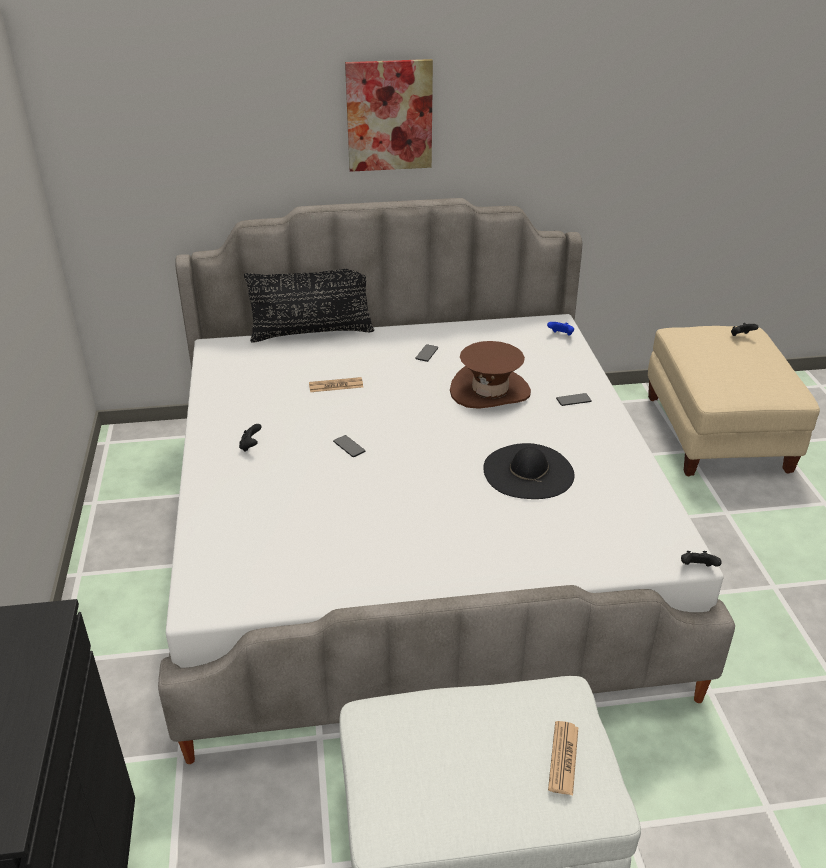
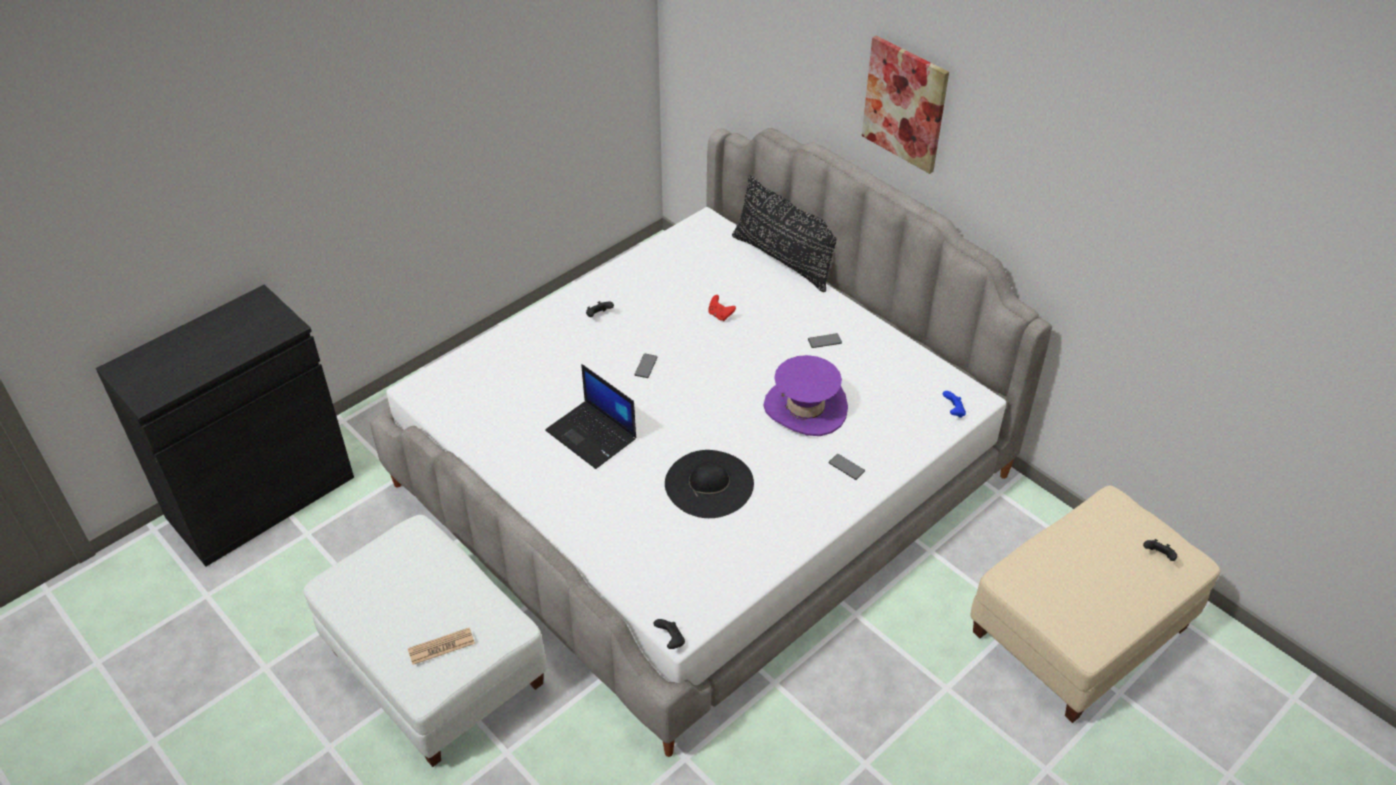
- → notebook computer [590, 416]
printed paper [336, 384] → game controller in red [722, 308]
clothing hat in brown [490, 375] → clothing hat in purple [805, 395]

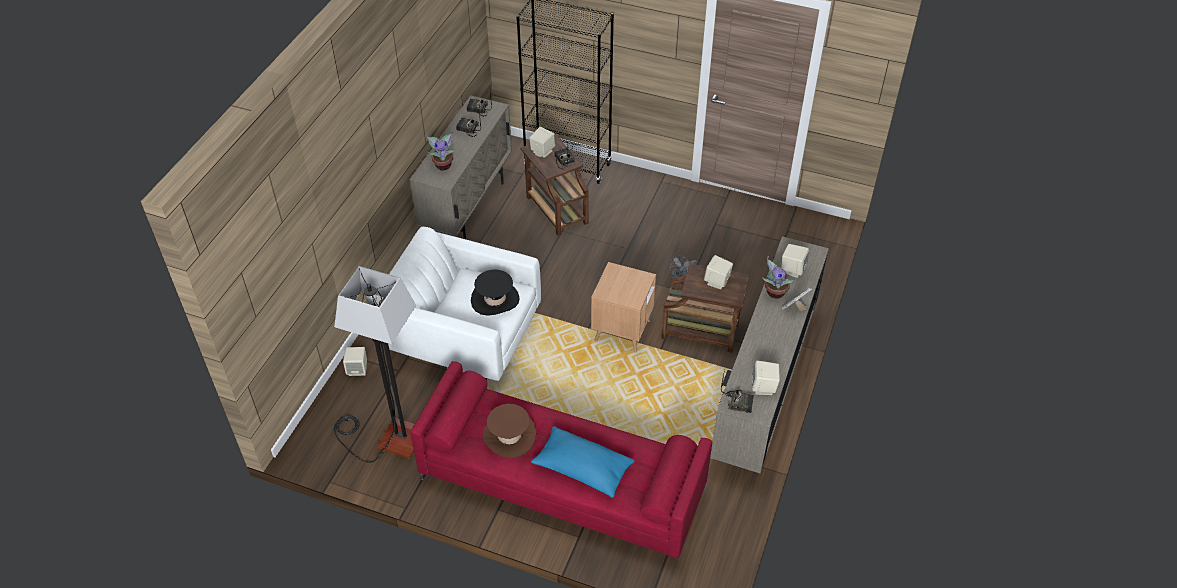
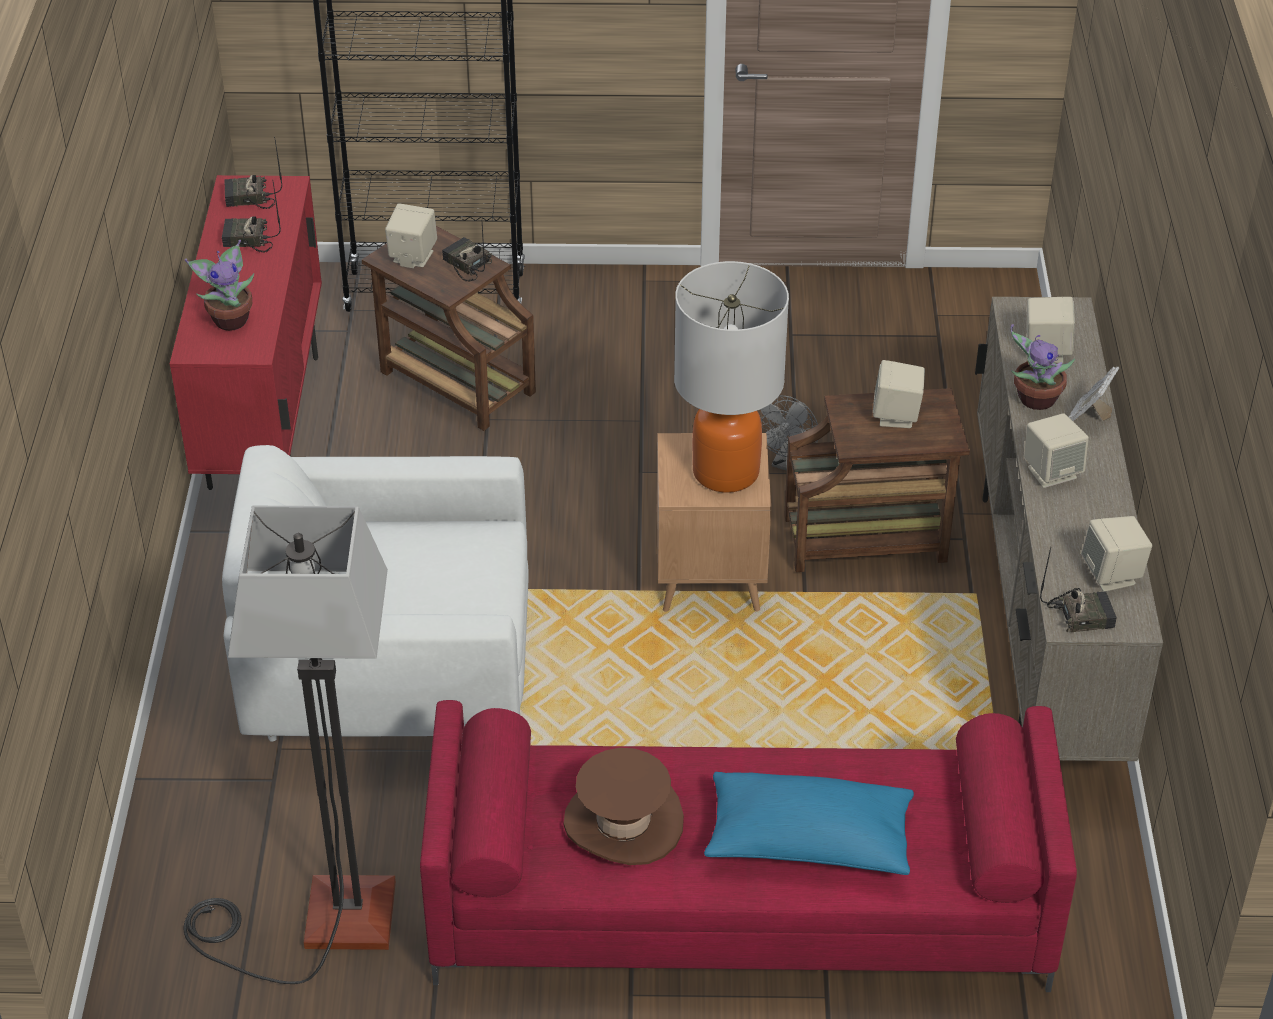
cabinet in beige-coloured [461, 167] → cabinet in red [246, 332]
- → table lamp [731, 377]
audio speaker in beige-coloured [355, 361] → audio speaker in beige-coloured [1056, 450], relocated
clothing hat in blackish [495, 292] → -

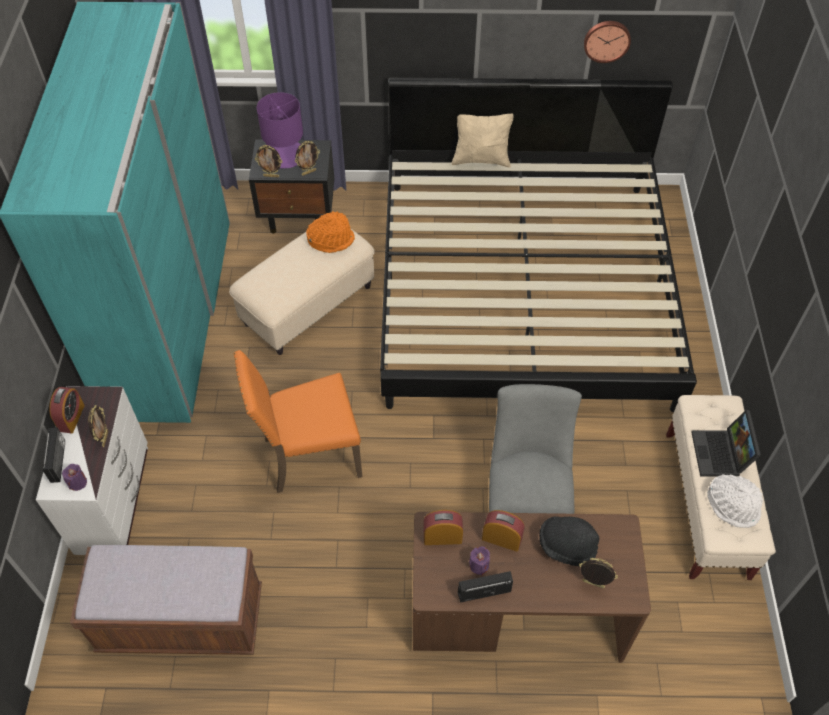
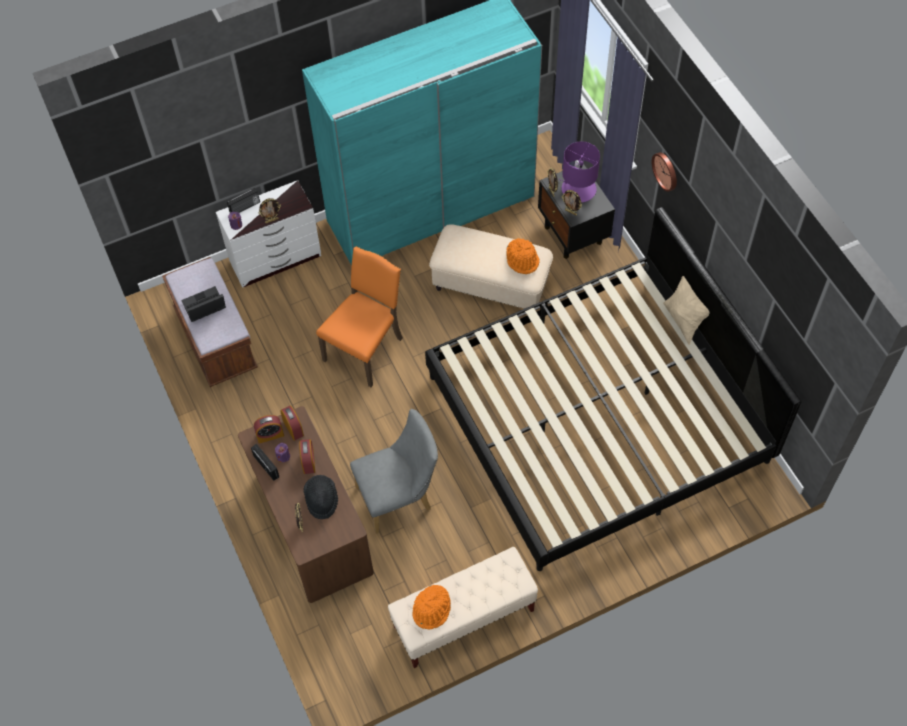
notebook computer [726, 443] → notebook computer [203, 304], relocated
table clock [67, 410] → table clock [269, 429], relocated
upright chair in orangey [297, 421] → upright chair in orangey [359, 316], 75 degrees clockwise
clothing hat in white [735, 501] → clothing hat in orangey [431, 607]
wall clock [607, 42] → wall clock [664, 172], relocated

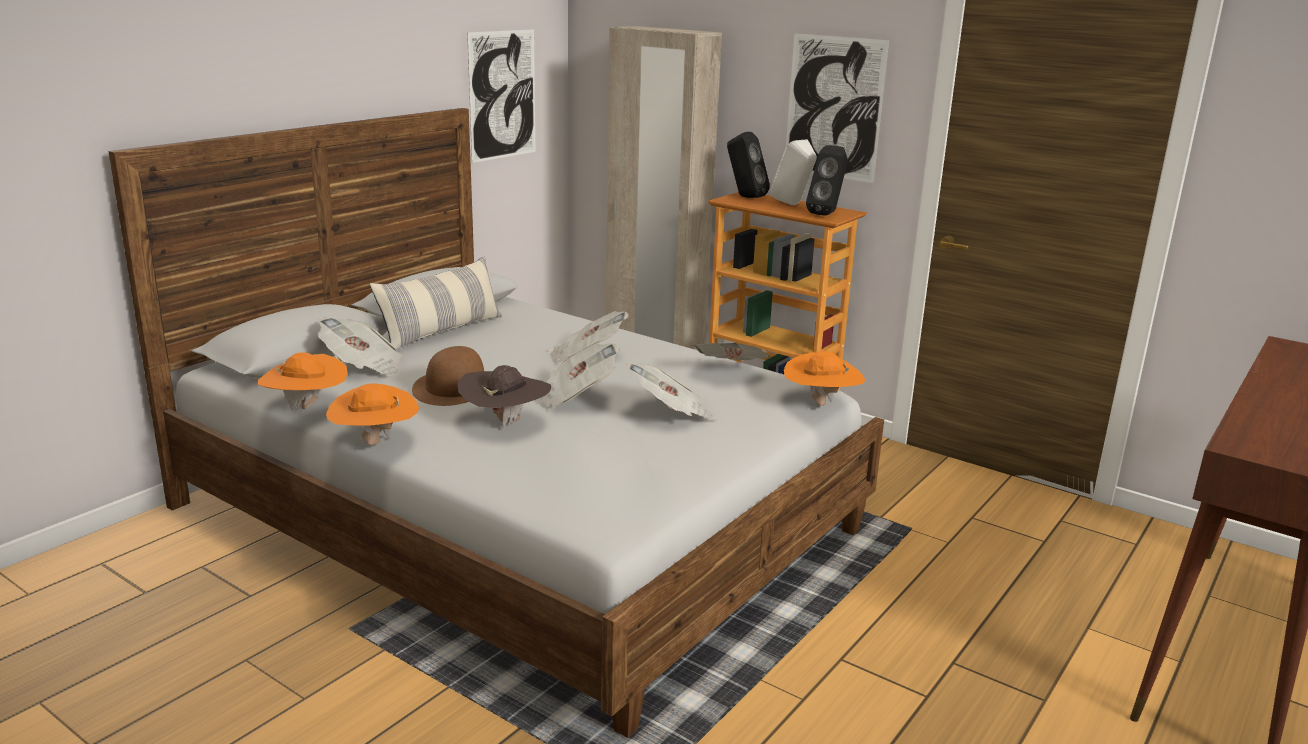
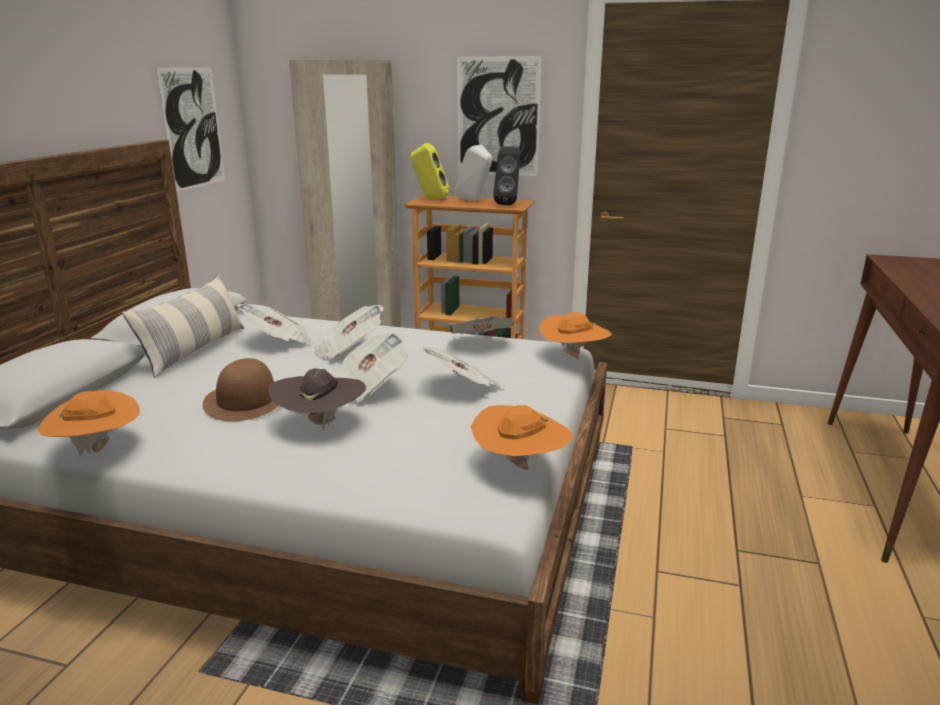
printed paper [360, 346] → printed paper [275, 324], relocated
audio speaker in blackish [748, 165] → audio speaker in yellow-coloured [430, 171]
clothing hat in orangey [372, 414] → clothing hat in orangey [522, 437], relocated

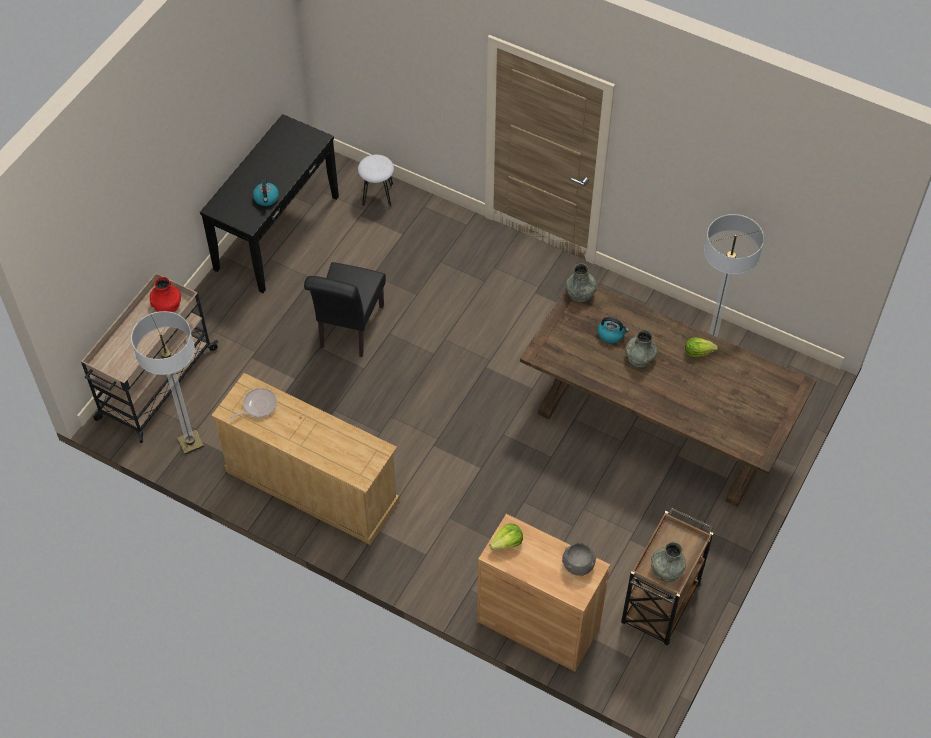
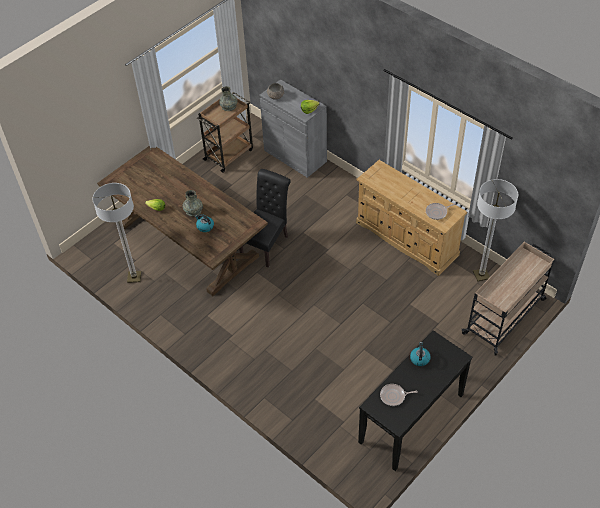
upright chair in blackish [345, 309] → upright chair in blackish [264, 218], relocated
cabinet in brown [543, 593] → cabinet in greyish [293, 128]
- → skillet [399, 395]
flower vase in red [165, 294] → -
sitting stool in white [376, 181] → -
flower vase in greyish [581, 282] → -

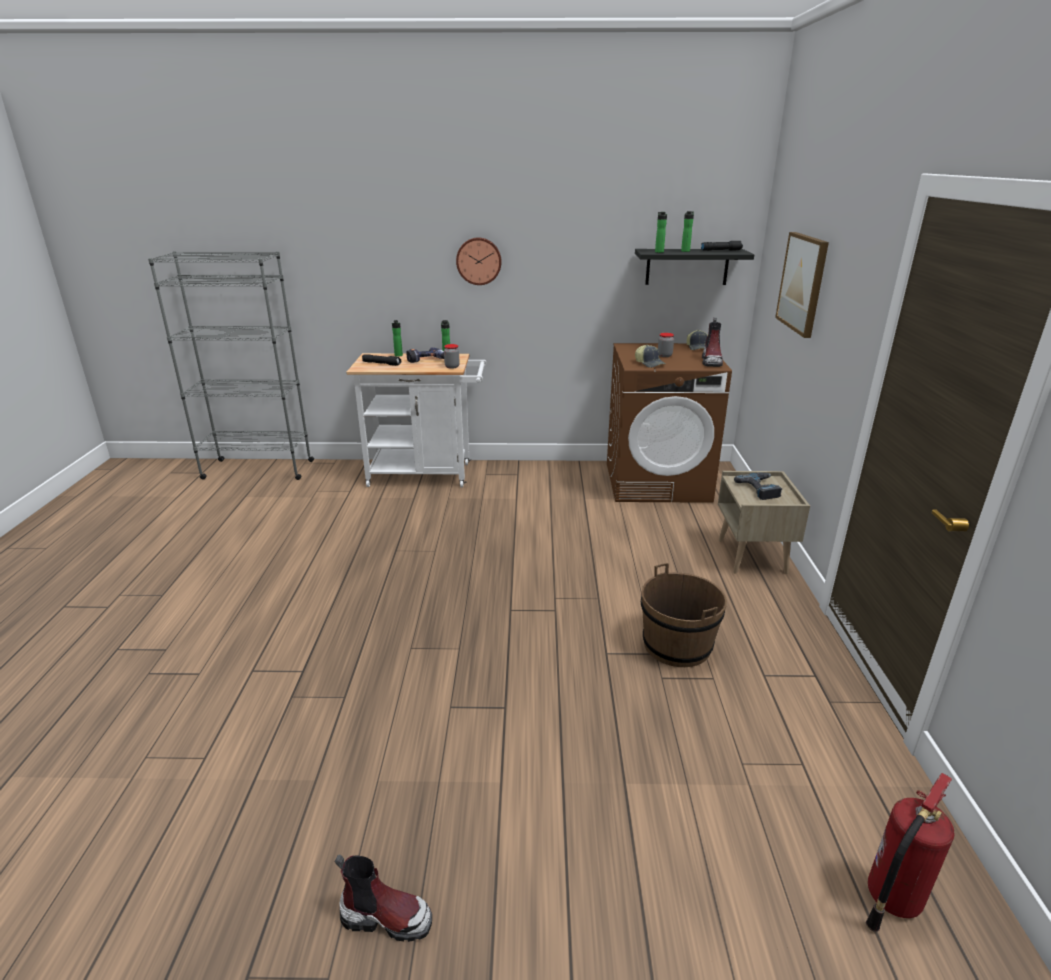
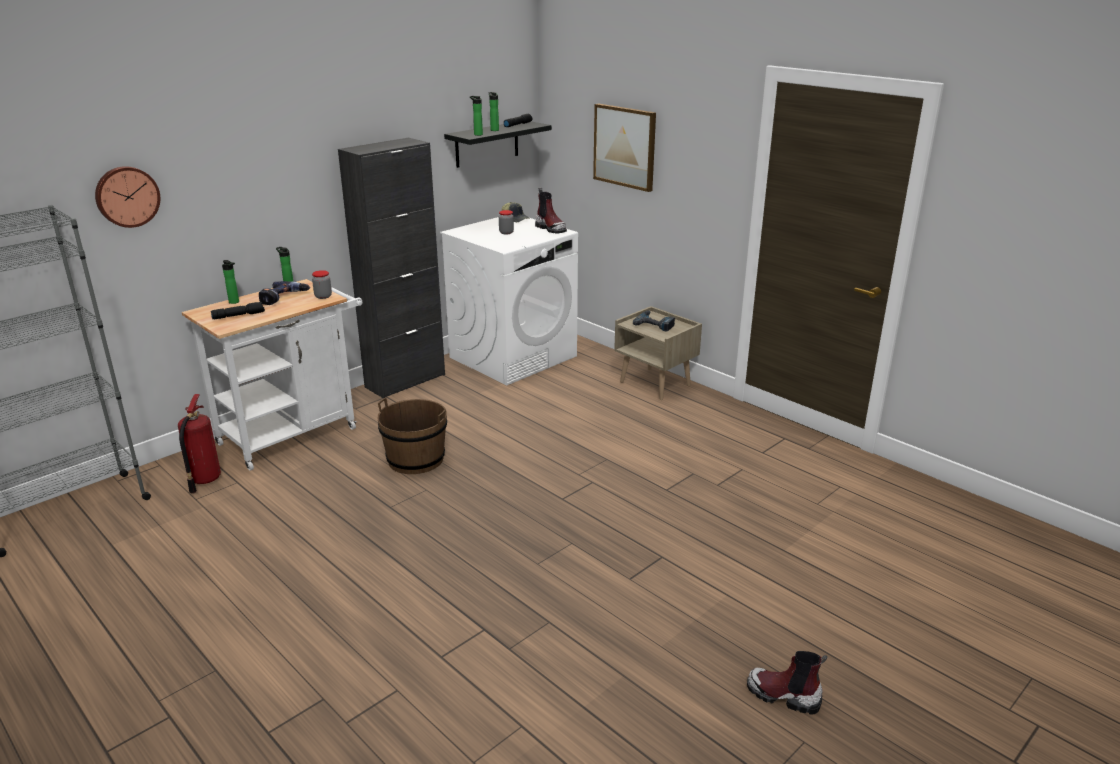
wall clock [479, 261] → wall clock [127, 197], relocated
fire extinguisher [910, 852] → fire extinguisher [199, 444], relocated
- → cabinet in blackish [391, 268]
pail in brown [684, 615] → pail in brown [412, 436], relocated
laundry appliance in brown [669, 423] → laundry appliance in white [509, 301]
boot [383, 898] → boot [787, 683], 120 degrees counterclockwise
baseball cap [650, 356] → -

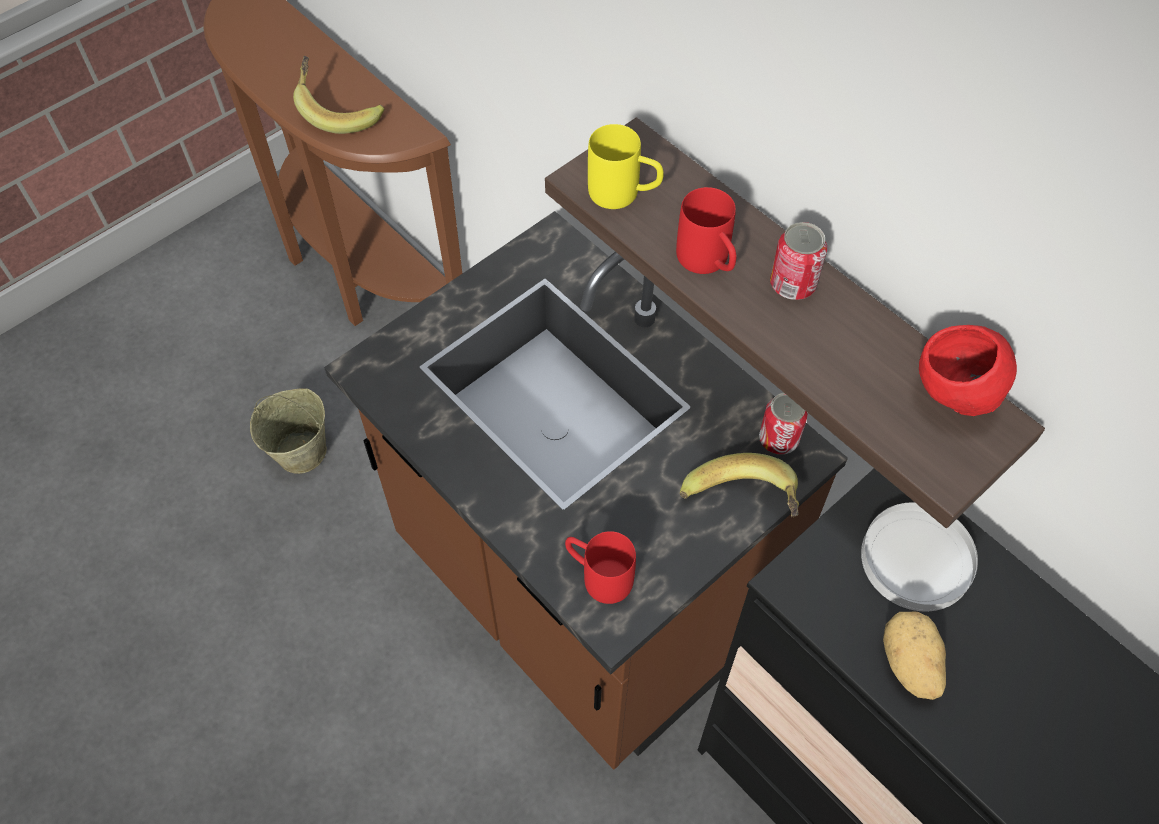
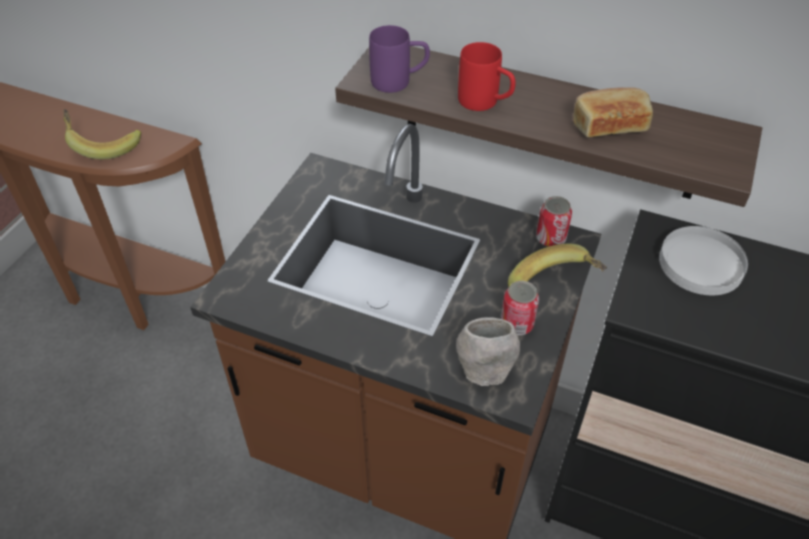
coffee mug in yellow-coloured [626, 166] → coffee mug in purple [399, 59]
coffee mug in red [600, 567] → serving bowl in greyish [488, 352]
can [798, 261] → can [520, 308], relocated
- → baked bread [613, 112]
pail in beige-coloured [288, 431] → -
whole potato [914, 656] → -
serving bowl in red [968, 370] → -

